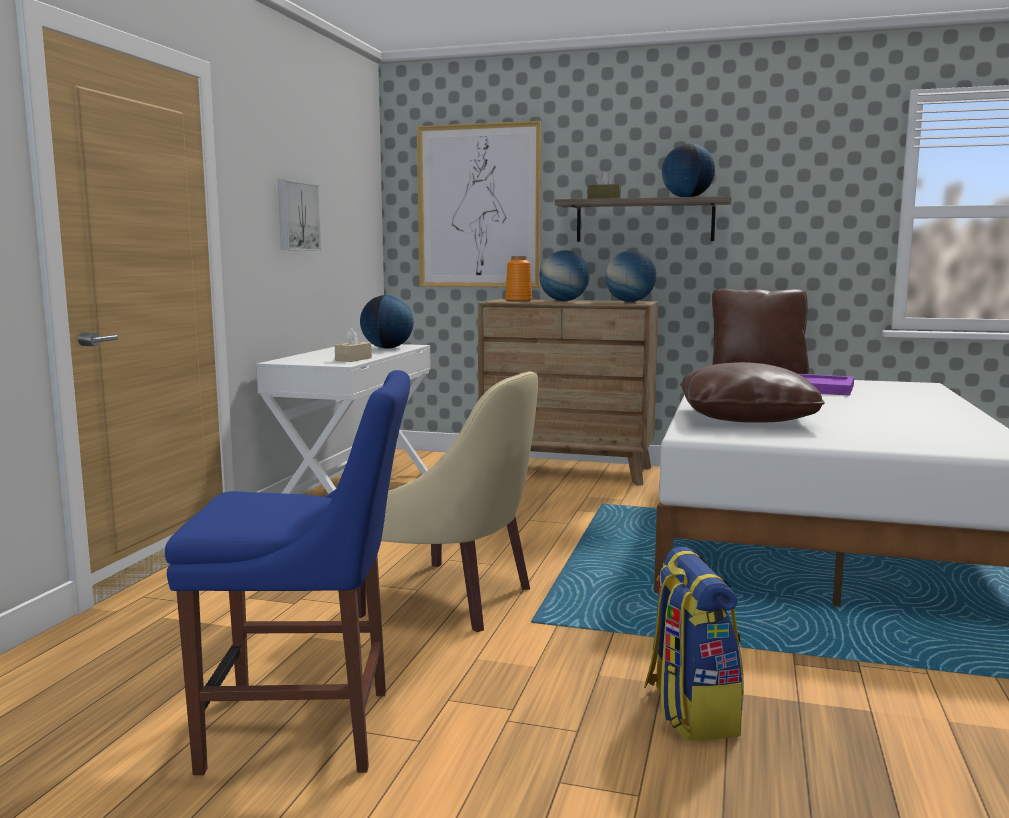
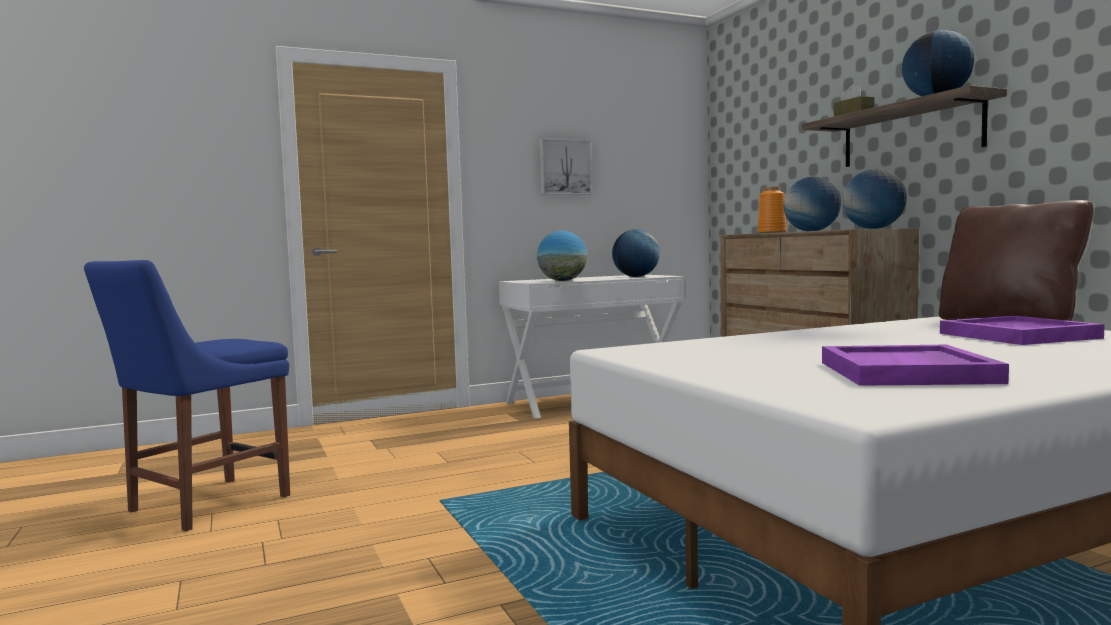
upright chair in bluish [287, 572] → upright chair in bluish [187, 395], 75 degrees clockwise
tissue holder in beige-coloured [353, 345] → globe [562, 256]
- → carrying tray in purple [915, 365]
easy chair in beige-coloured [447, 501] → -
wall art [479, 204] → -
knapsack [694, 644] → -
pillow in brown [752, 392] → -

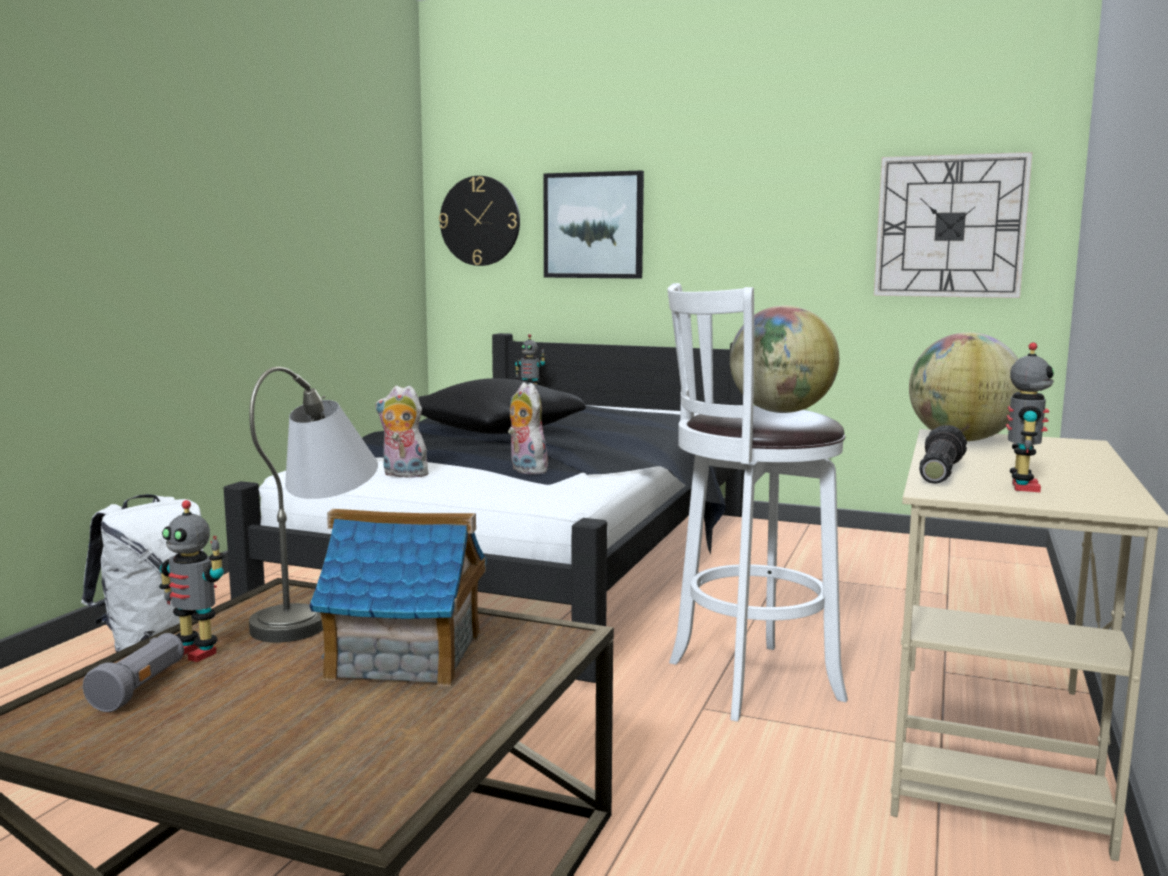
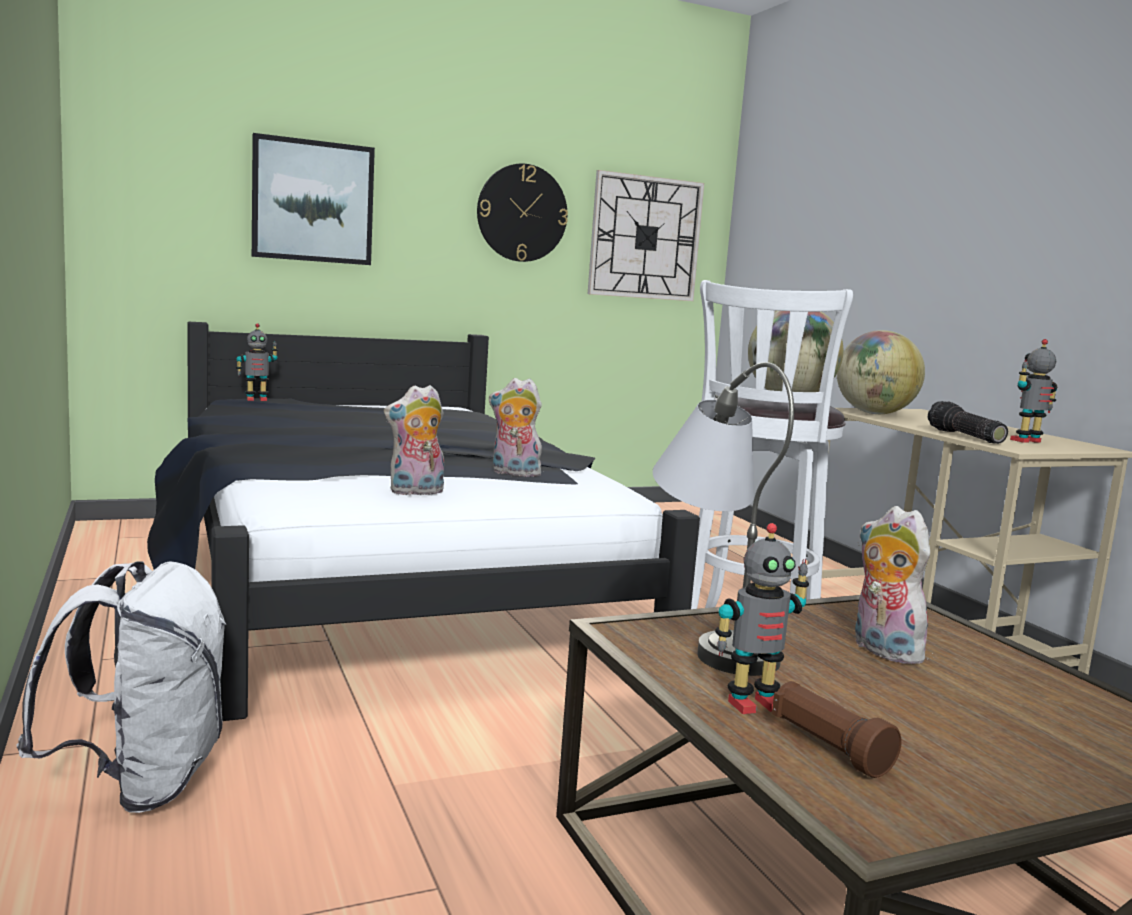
wall clock [479, 221] → wall clock [522, 213], relocated
torch in greyish [133, 672] → torch in brown [837, 729]
model house [398, 598] → cuddly toy [893, 585]
model robot [1030, 417] → model robot [1033, 391], 90 degrees counterclockwise
pillow in blackish [502, 406] → -

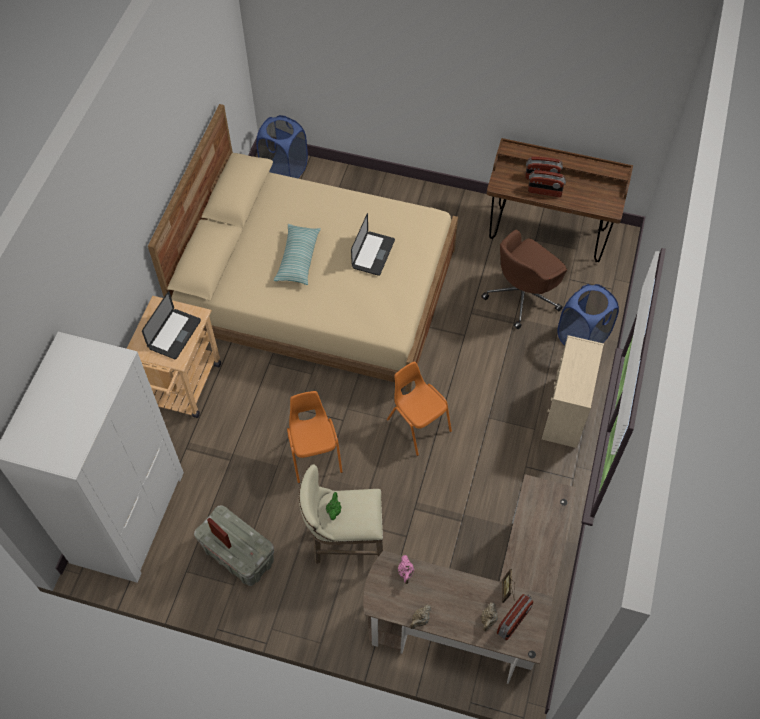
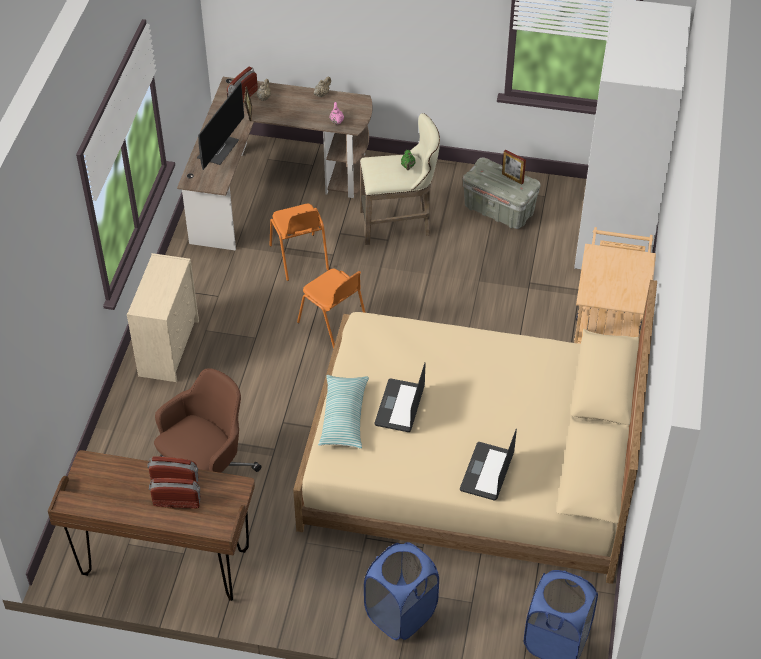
- → computer screen [220, 126]
upright chair in orangey [315, 437] → upright chair in orangey [299, 242], relocated
pillow [297, 254] → pillow [343, 412], relocated
hamper in bluish [588, 314] → hamper in bluish [401, 591], relocated
notebook computer [171, 325] → notebook computer [488, 465], relocated

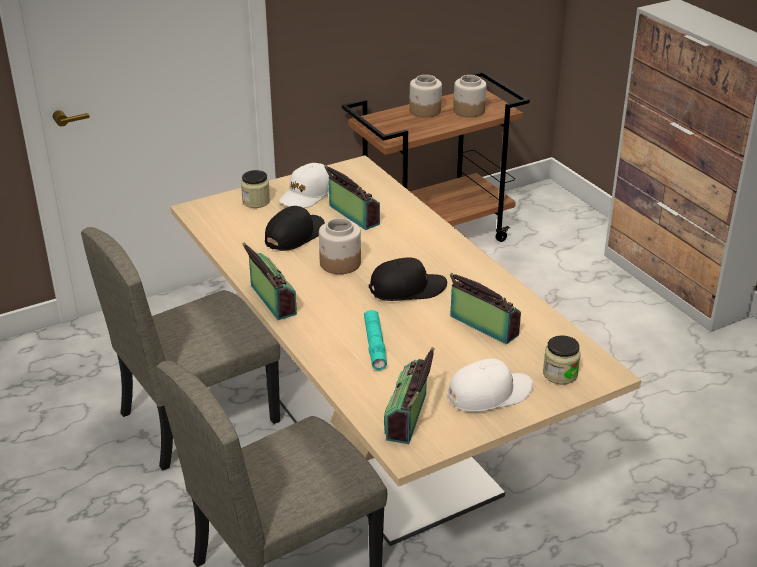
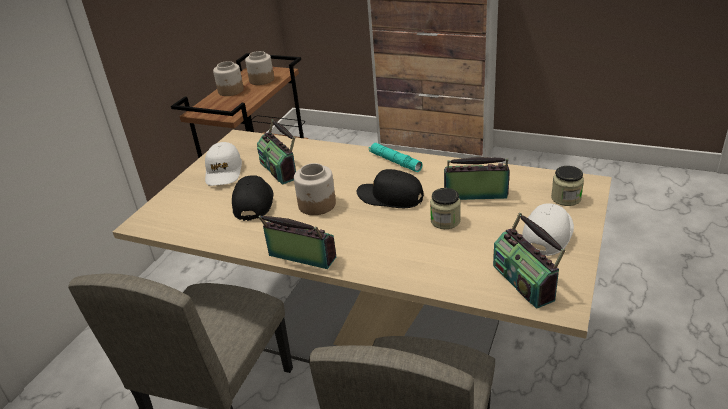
radio [352, 197] → radio [276, 152], 135 degrees counterclockwise
baseball cap in blackish [408, 279] → baseball cap in blackish [390, 188], 105 degrees counterclockwise
torch in blue-green [375, 340] → torch in blue-green [395, 157], relocated
preserve jar [255, 189] → preserve jar [445, 208], relocated

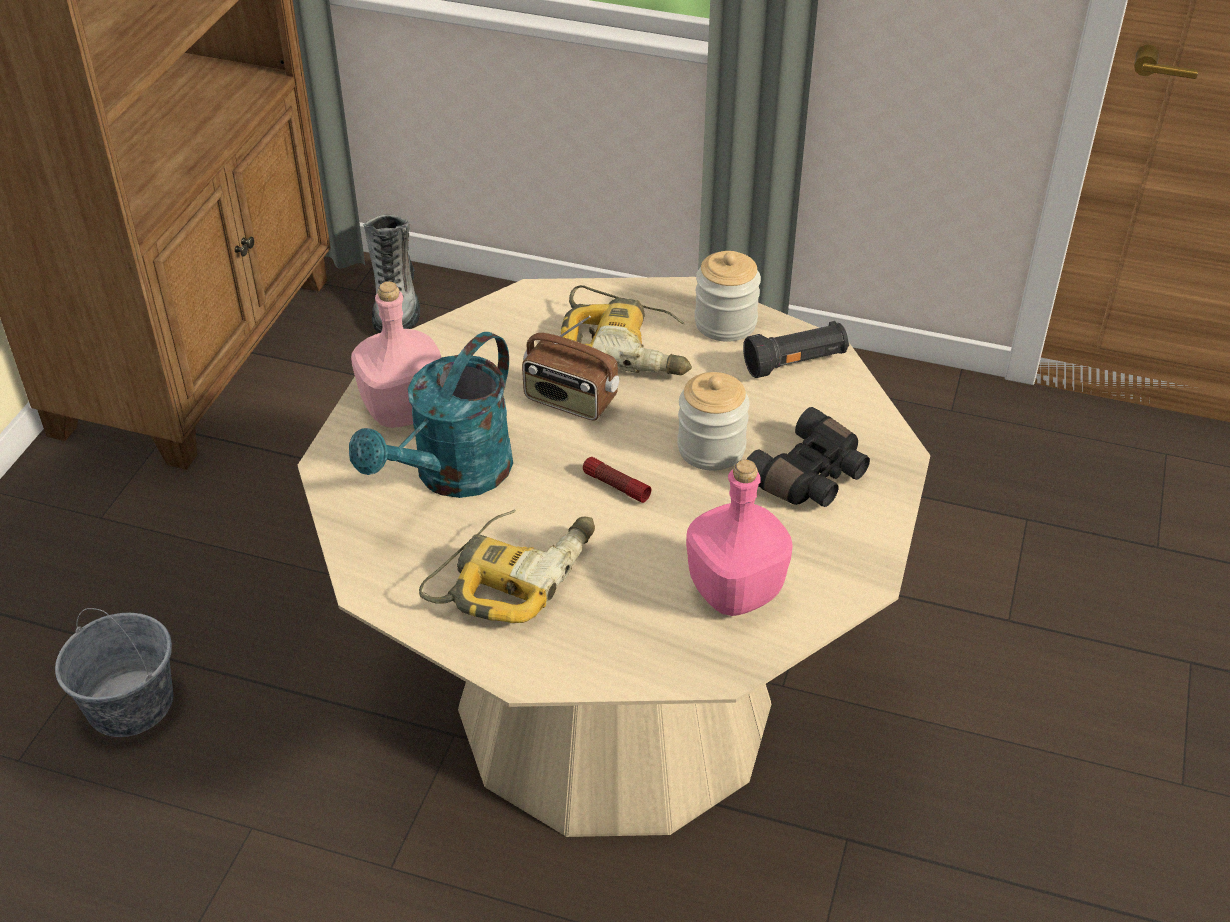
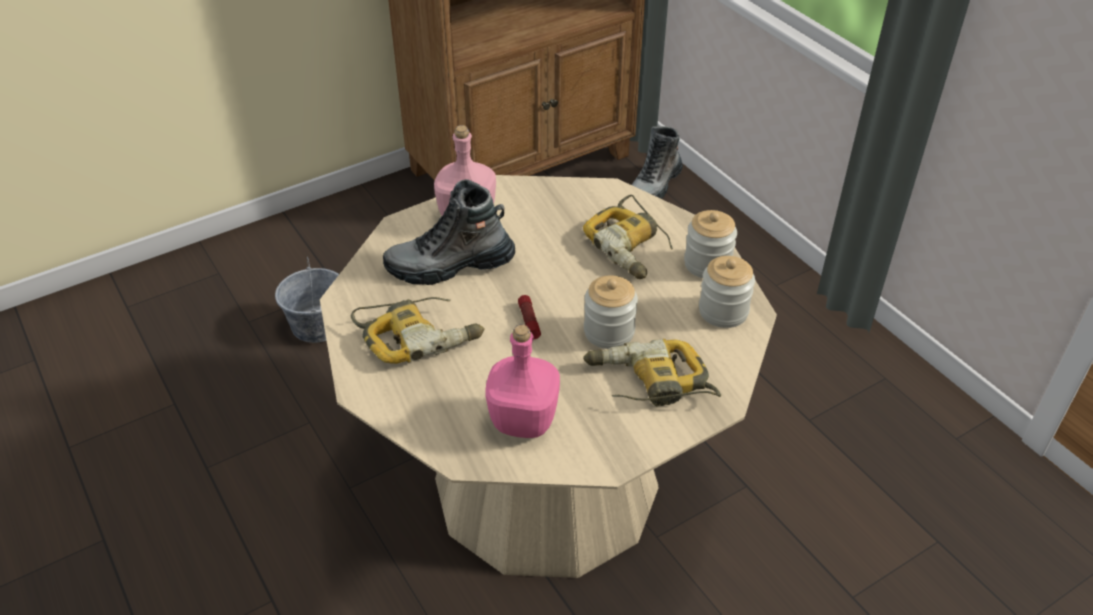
watering pot in blue-green [431, 415] → boot [449, 232]
binoculars in blackish [808, 457] → electric drill [652, 372]
torch in blackish [796, 349] → preserve jar [727, 292]
radio [570, 368] → -

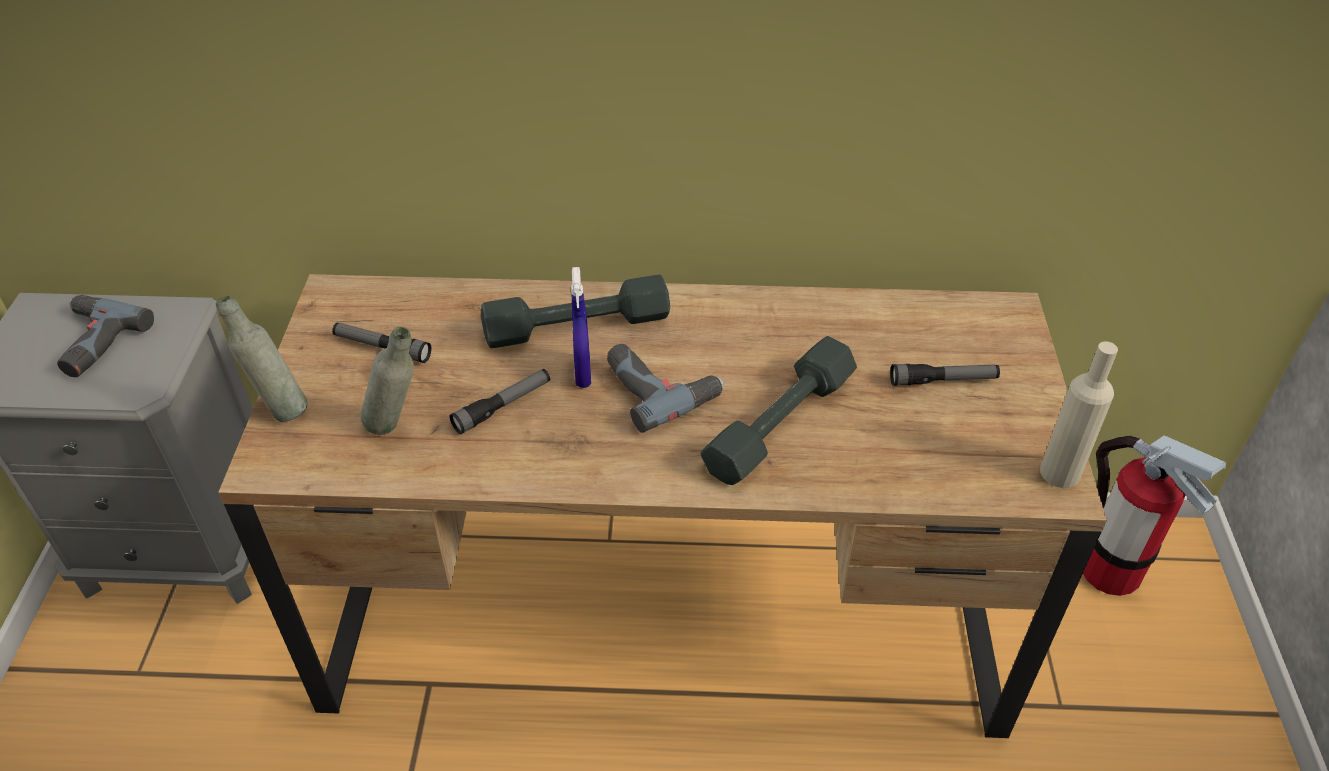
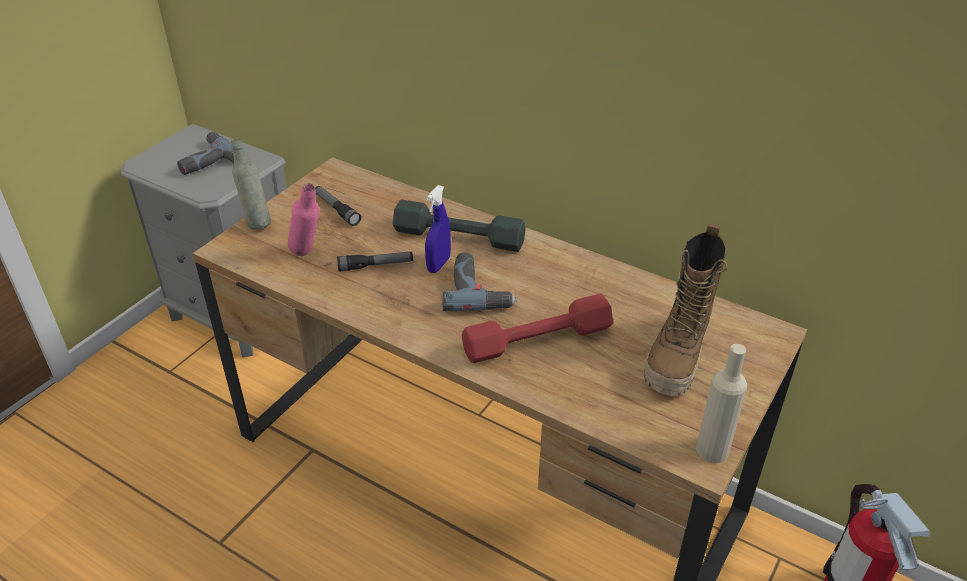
drink bottle in greyish [387, 381] → drink bottle in pink [303, 219]
dumbbell in greyish [778, 410] → dumbbell in red [537, 328]
torch [945, 375] → boot [685, 310]

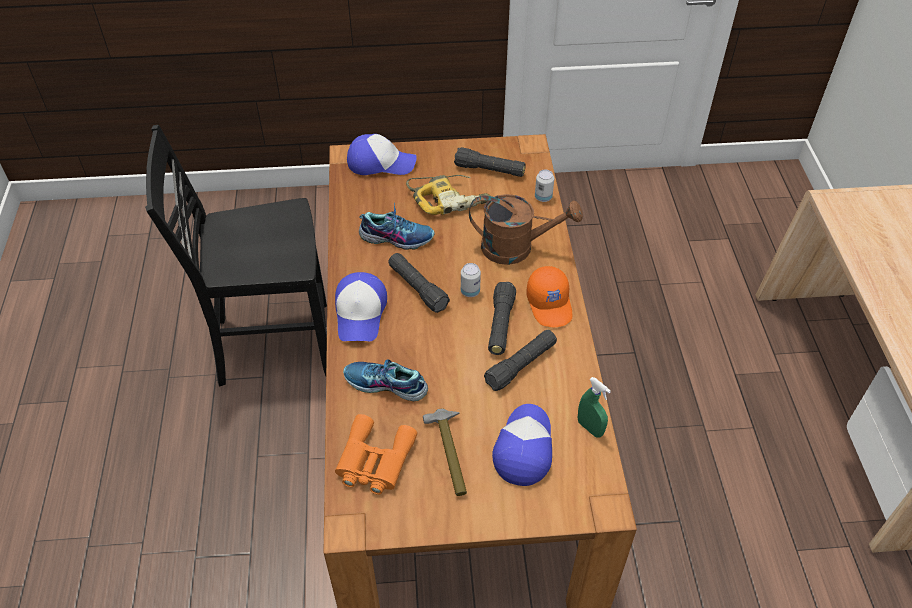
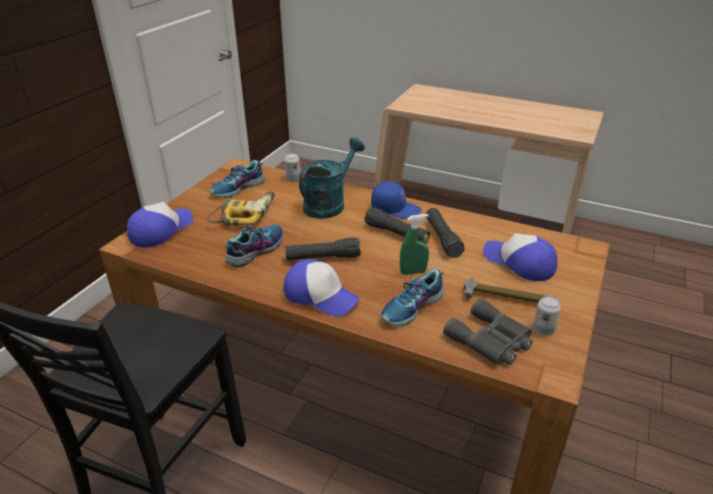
torch in blackish [490, 162] → low shoe [237, 179]
watering pot in brown [526, 229] → watering pot in blue-green [332, 178]
baseball cap in orangey [549, 296] → baseball cap in bluish [396, 200]
hand sprayer in greenish [594, 407] → hand sprayer in greenish [414, 244], relocated
binoculars in orangey [376, 454] → binoculars in greyish [487, 331]
can [471, 280] → can [547, 315], relocated

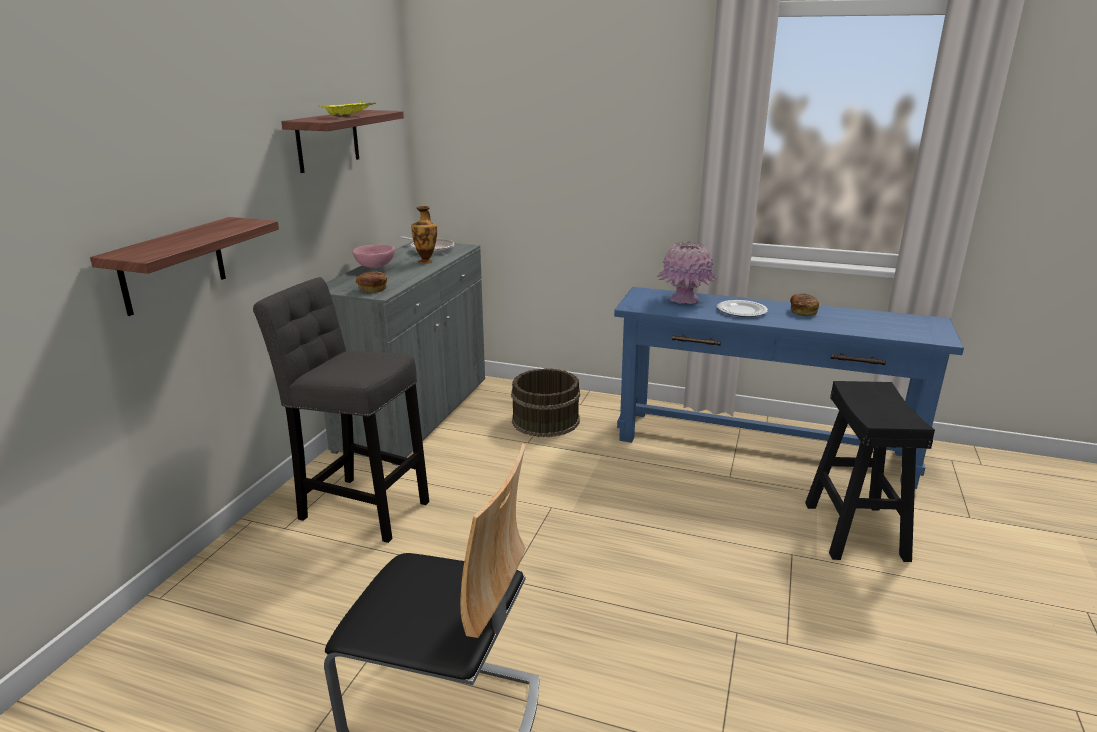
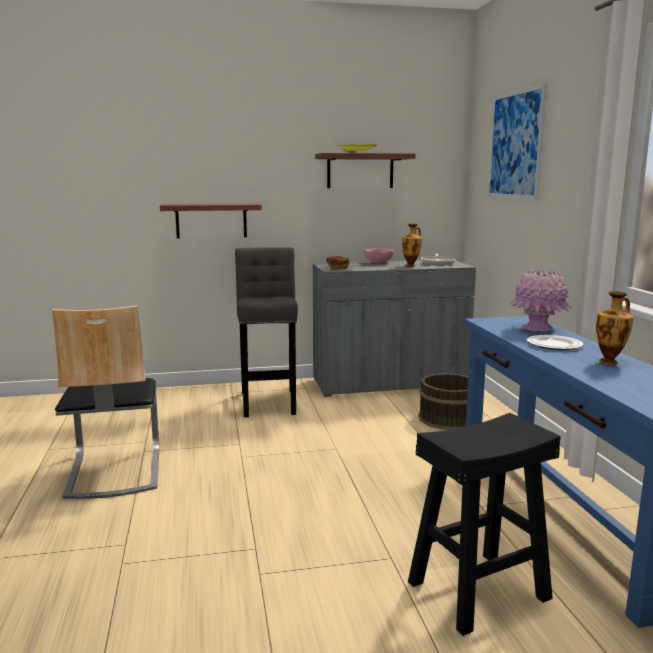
- → wall art [517, 141]
baked bread [804, 305] → flower vase [614, 327]

